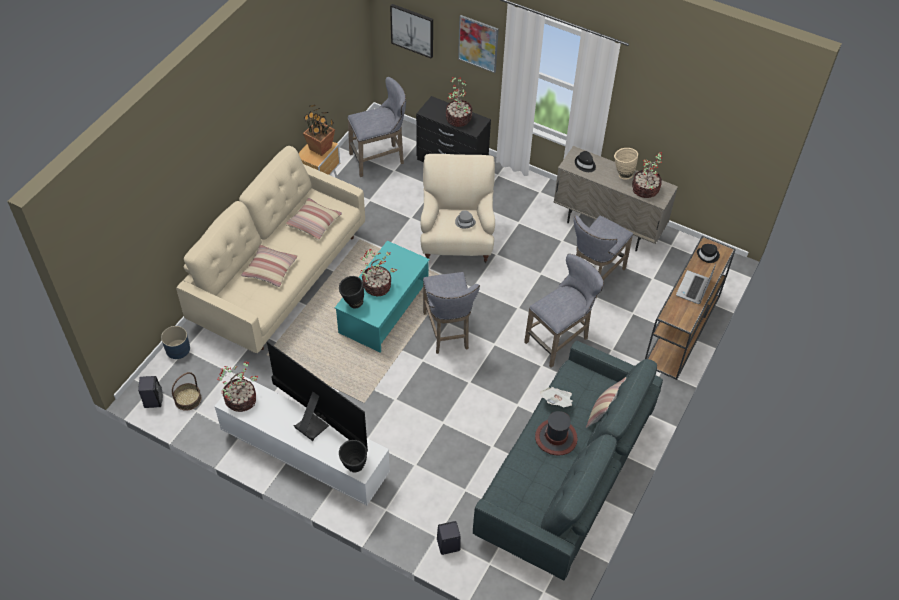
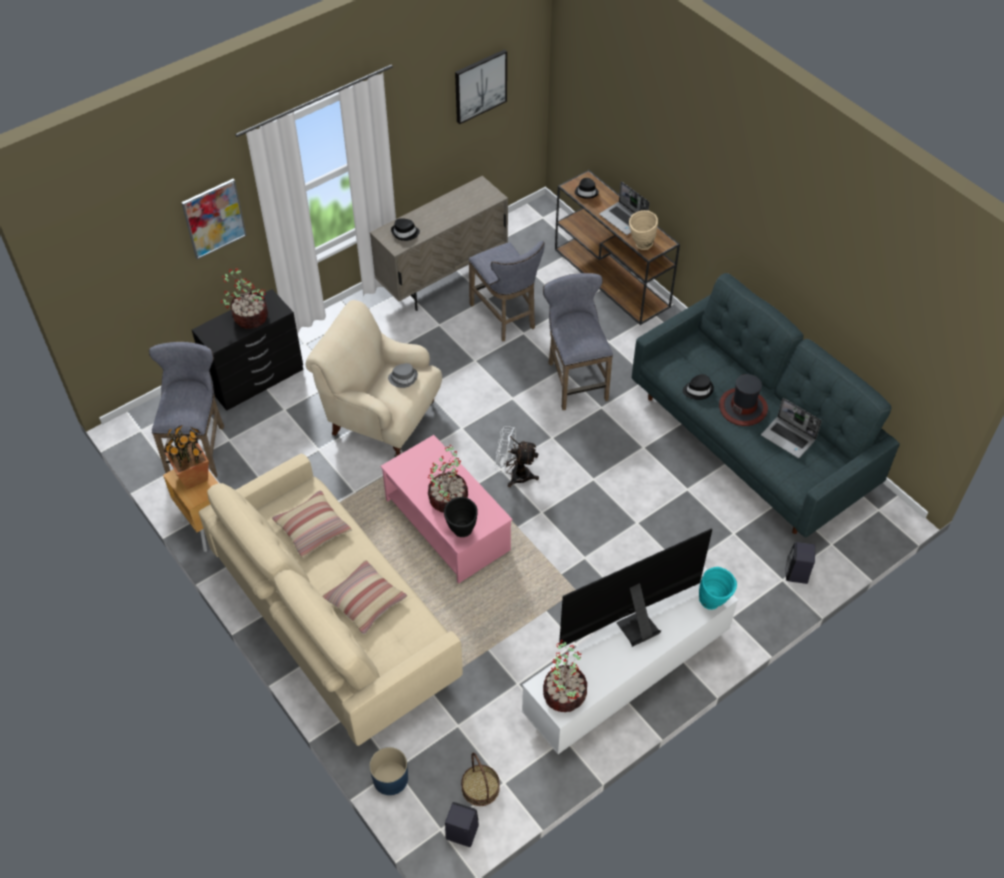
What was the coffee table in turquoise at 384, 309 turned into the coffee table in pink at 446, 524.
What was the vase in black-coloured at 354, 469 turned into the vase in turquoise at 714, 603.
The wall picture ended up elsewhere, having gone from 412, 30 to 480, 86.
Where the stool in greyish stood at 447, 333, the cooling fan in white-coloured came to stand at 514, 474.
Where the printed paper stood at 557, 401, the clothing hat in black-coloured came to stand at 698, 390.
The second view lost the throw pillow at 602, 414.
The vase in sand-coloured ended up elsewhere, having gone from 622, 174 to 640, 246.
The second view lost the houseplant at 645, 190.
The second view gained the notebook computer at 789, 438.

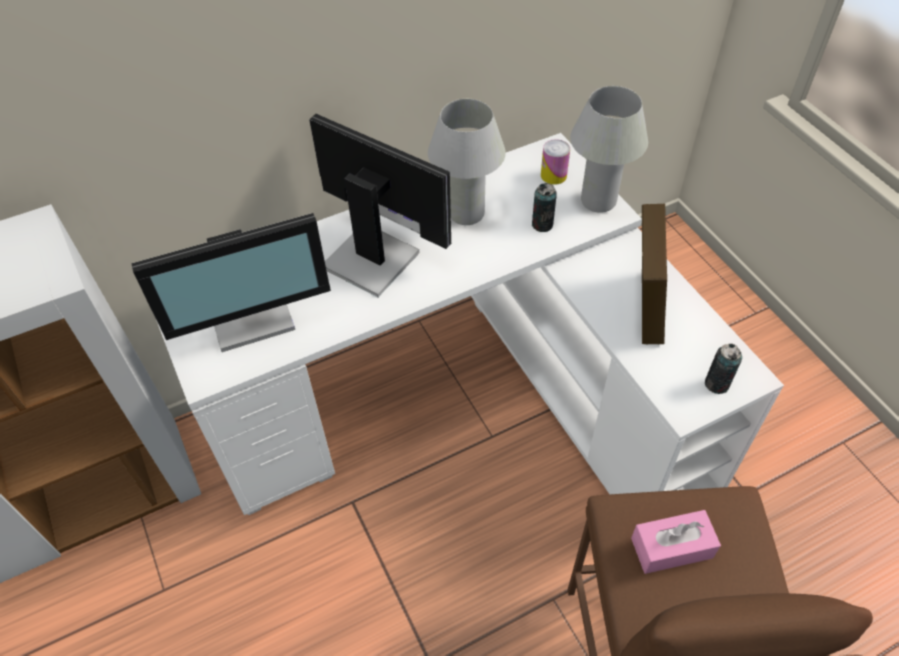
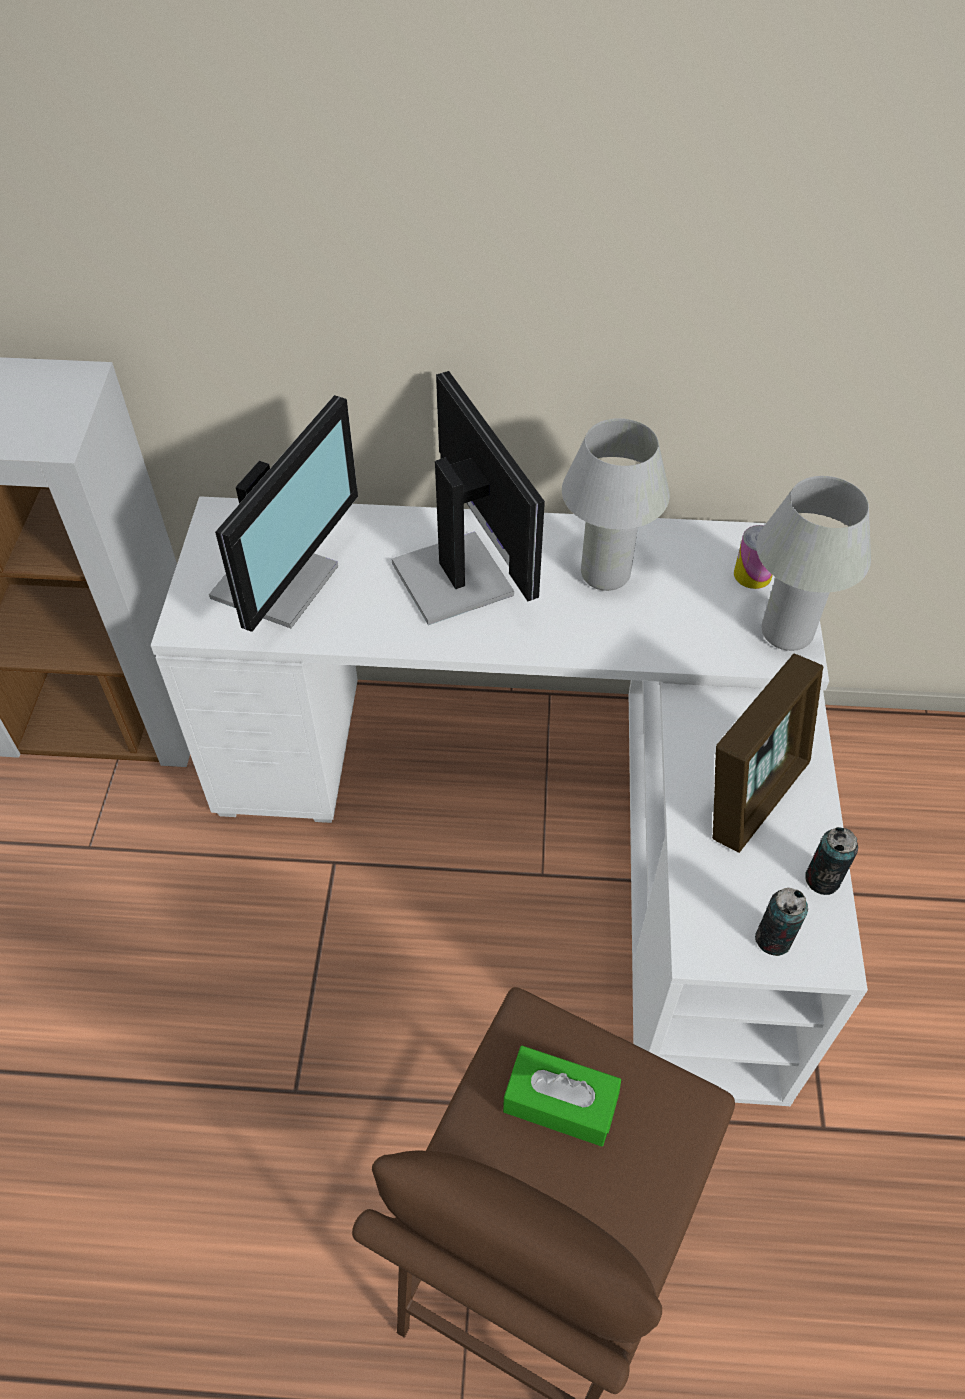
The computer screen at 253, 316 ended up facing another way, 75 degrees counterclockwise from before.
The can ended up elsewhere, having gone from 542, 224 to 822, 879.
What was the tissue box in pink at 671, 548 turned into the tissue box in green-coloured at 560, 1103.

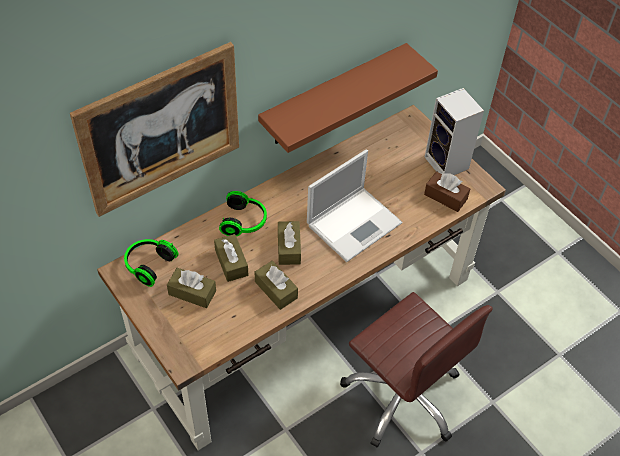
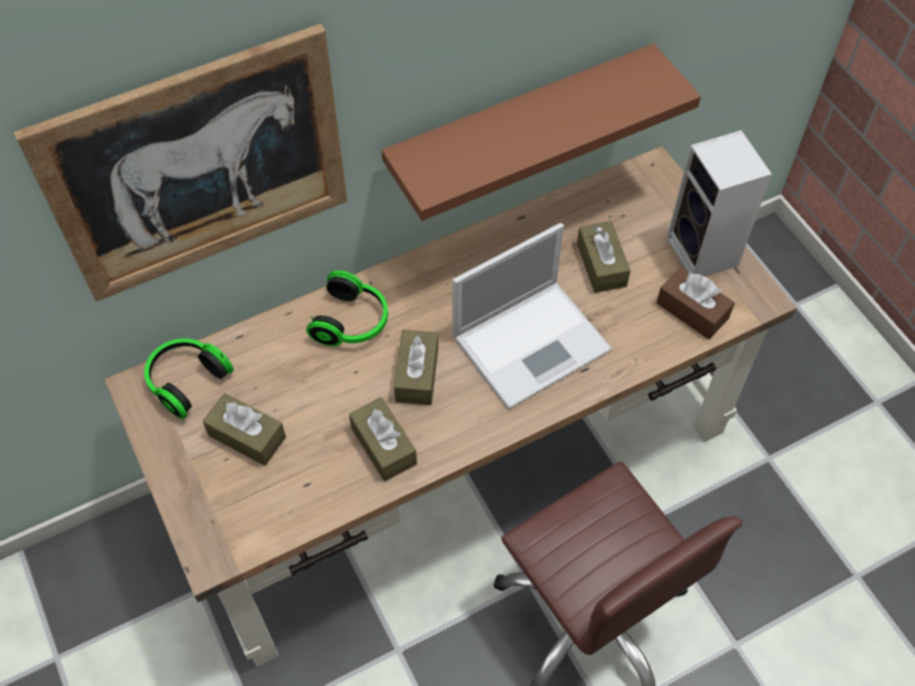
The tissue box in brownish ended up elsewhere, having gone from 231, 263 to 601, 265.

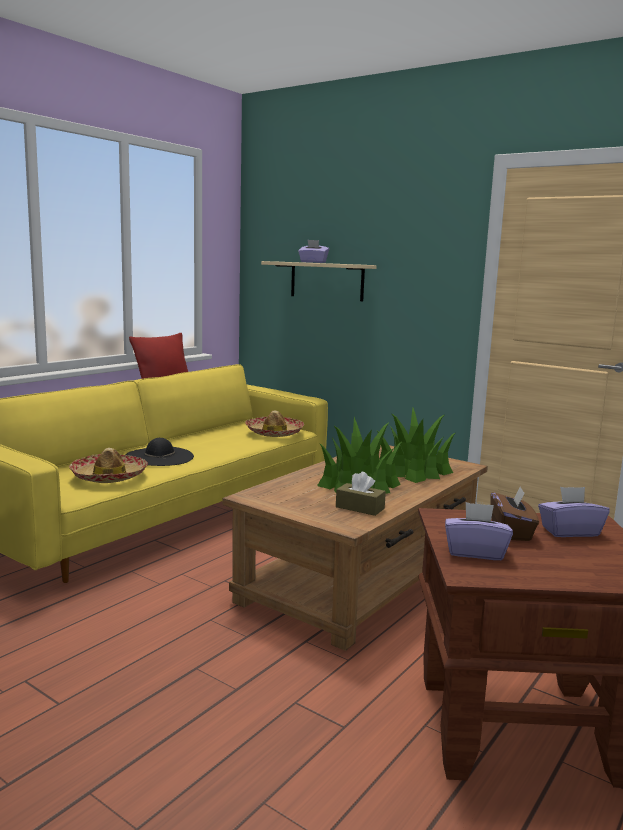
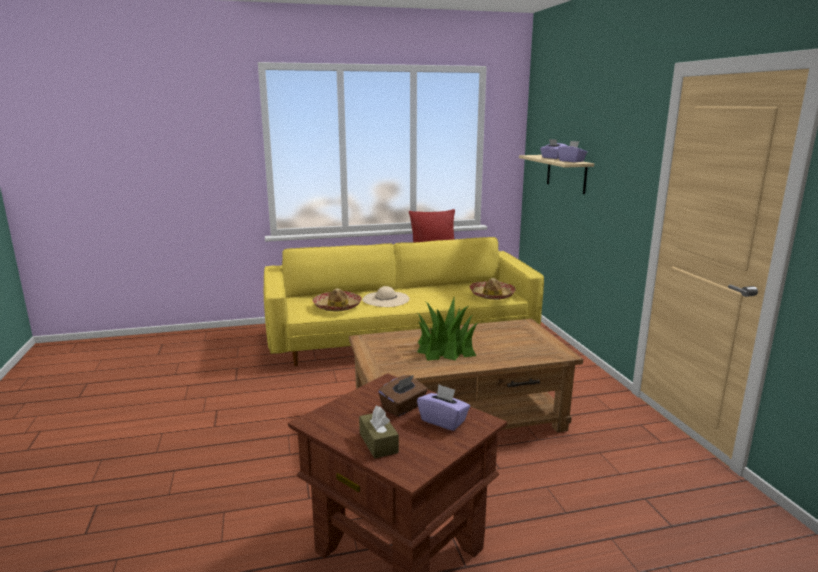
What was the clothing hat in black-coloured at 159, 457 turned into the clothing hat in sand-coloured at 385, 299.
The tissue box in brownish ended up elsewhere, having gone from 360, 508 to 378, 443.
The second view lost the houseplant at 413, 470.
The tissue box in purple-coloured ended up elsewhere, having gone from 475, 552 to 571, 161.

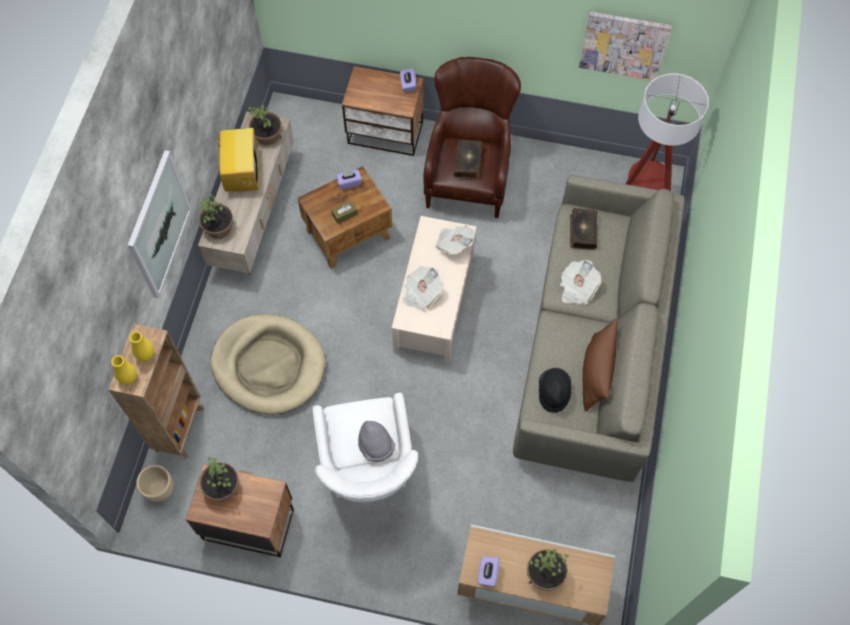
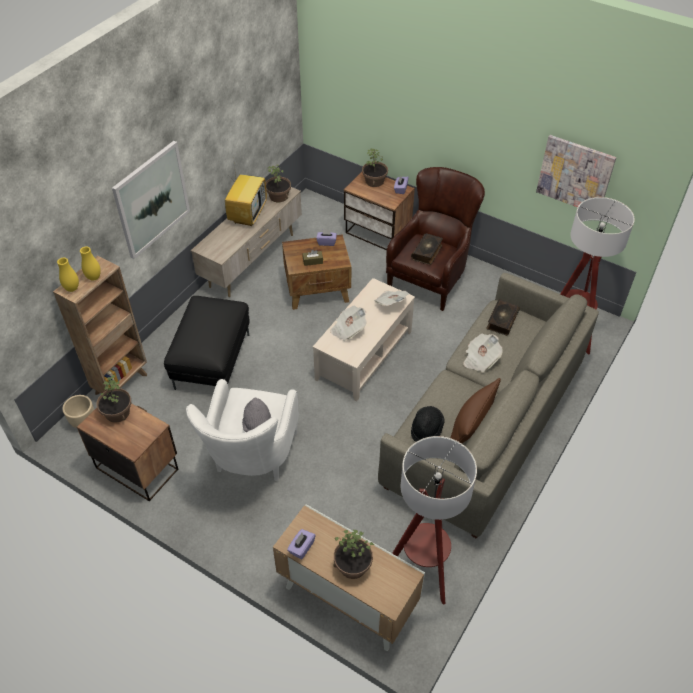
The houseplant ended up elsewhere, having gone from 219, 228 to 375, 181.
Where the dog bed in sand-coloured stood at 269, 365, the ottoman in black-coloured came to stand at 212, 361.
The second view gained the floor lamp at 423, 570.

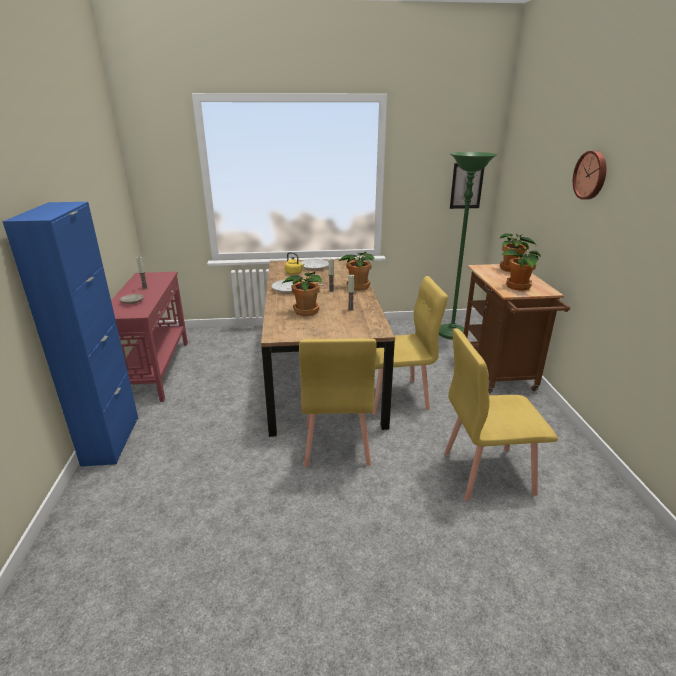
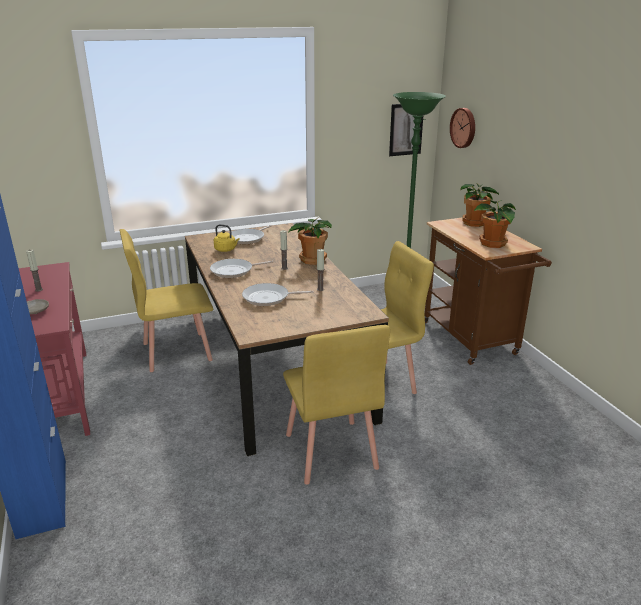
Where the houseplant stood at 305, 311, the pan came to stand at 269, 298.
The upright chair in yellow-coloured ended up elsewhere, having gone from 486, 472 to 176, 351.
The wall clock ended up elsewhere, having gone from 591, 175 to 464, 128.

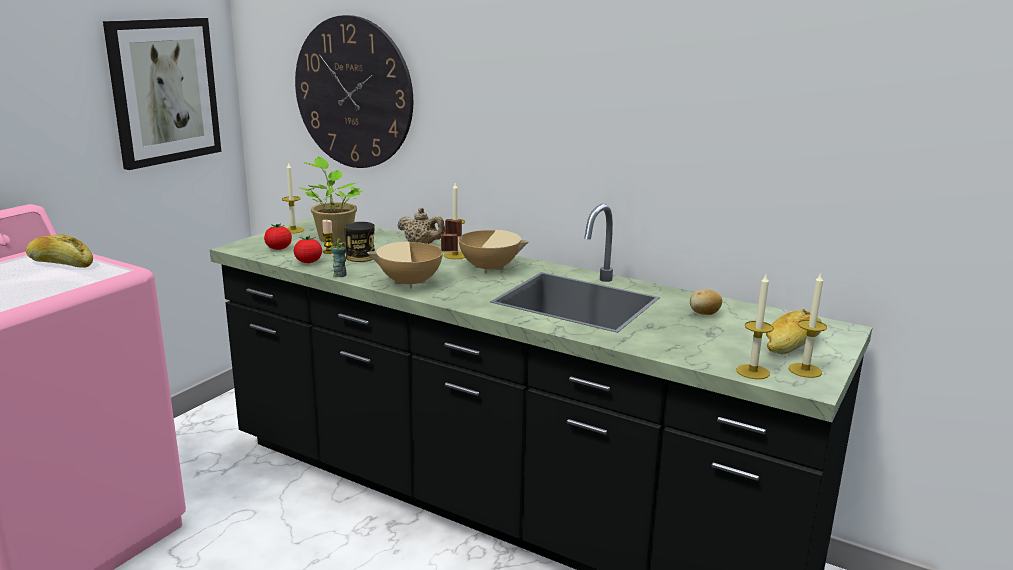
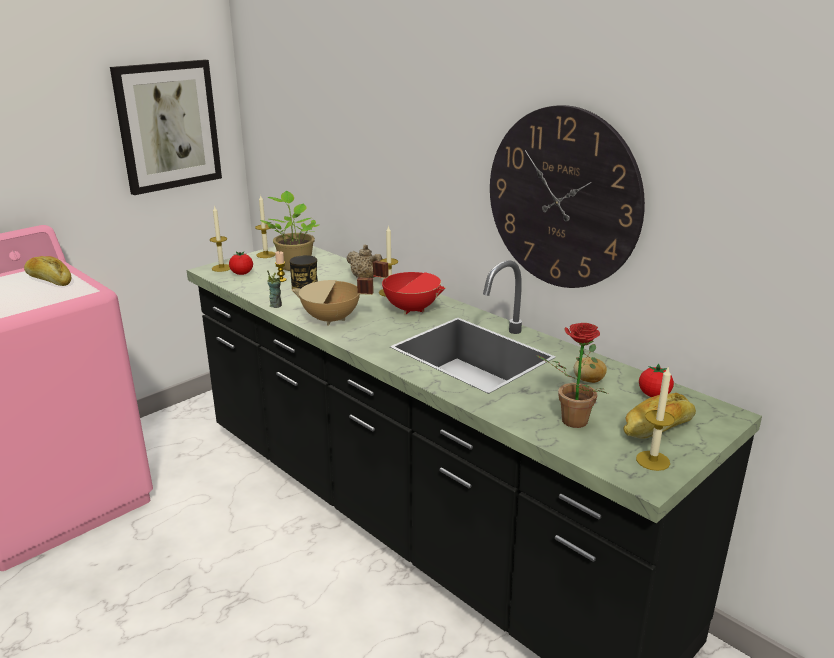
The tomato ended up elsewhere, having gone from 308, 262 to 654, 395.
The wall clock ended up elsewhere, having gone from 353, 93 to 562, 199.
What was the stockpot in sand-coloured at 489, 268 turned into the stockpot in red-coloured at 411, 309.
The candle ended up elsewhere, having gone from 753, 372 to 221, 268.
The second view gained the houseplant at 568, 421.

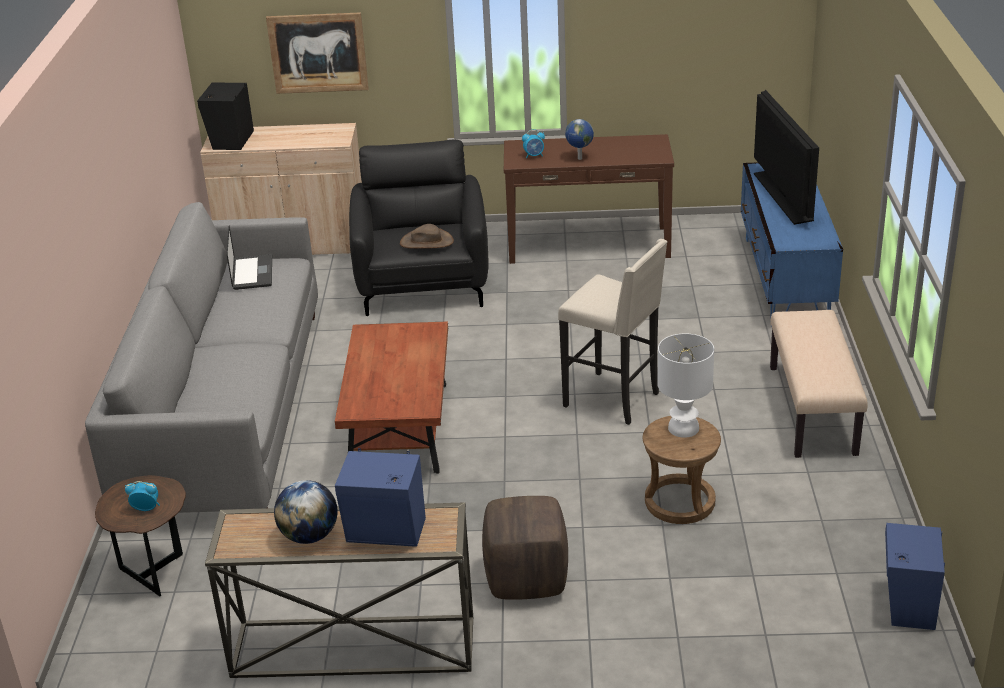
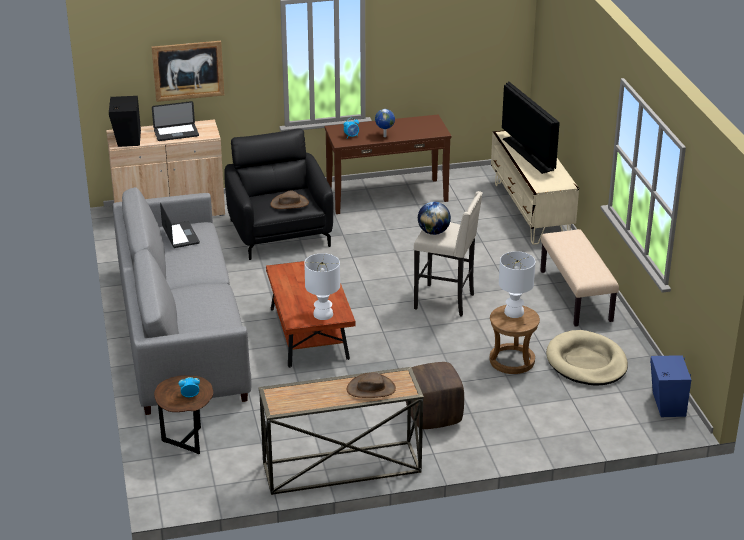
The world globe ended up elsewhere, having gone from 309, 536 to 433, 232.
Where the loudspeaker in blue-coloured stood at 386, 533, the clothing hat in brownish came to stand at 371, 389.
What was the tv unit in blue-coloured at 784, 280 turned into the tv unit in sand-coloured at 530, 211.
The second view gained the notebook computer at 176, 133.
The second view gained the tabletop lamp in white-coloured at 323, 314.
The second view gained the dog bed in sand-coloured at 586, 362.

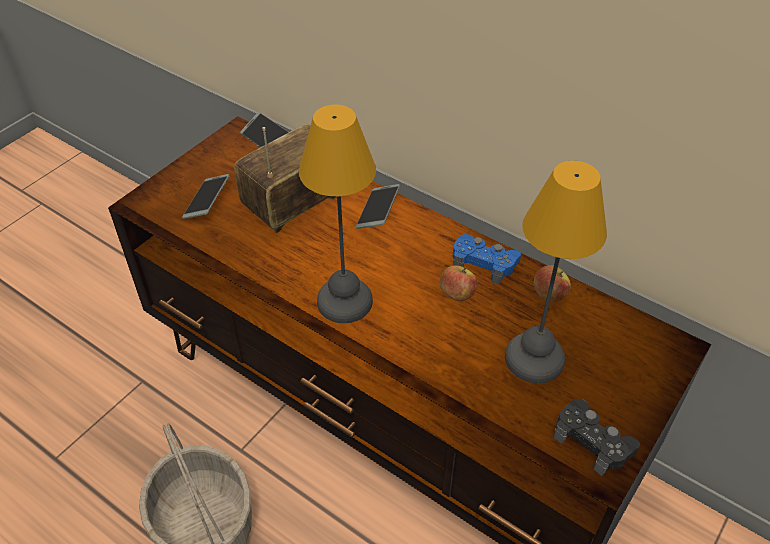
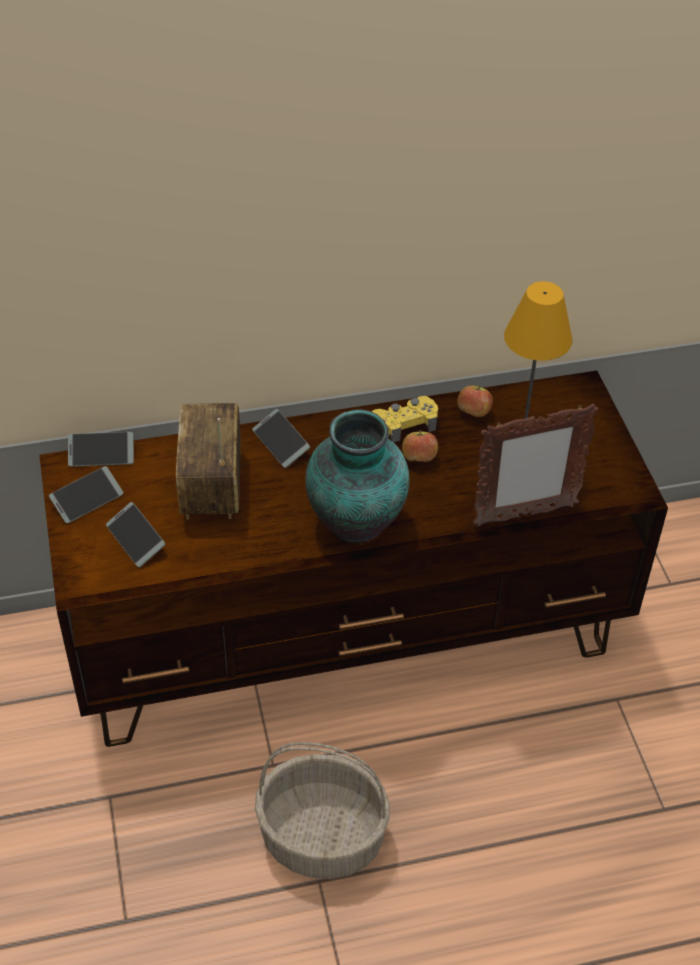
Where the tabletop lamp stood at 344, 303, the vase came to stand at 356, 525.
What was the gamepad in blue-coloured at 484, 263 turned into the gamepad in yellow-coloured at 405, 423.
The second view lost the gamepad in black-coloured at 592, 441.
The second view gained the telephone at 87, 500.
The second view gained the standing frame at 524, 515.

